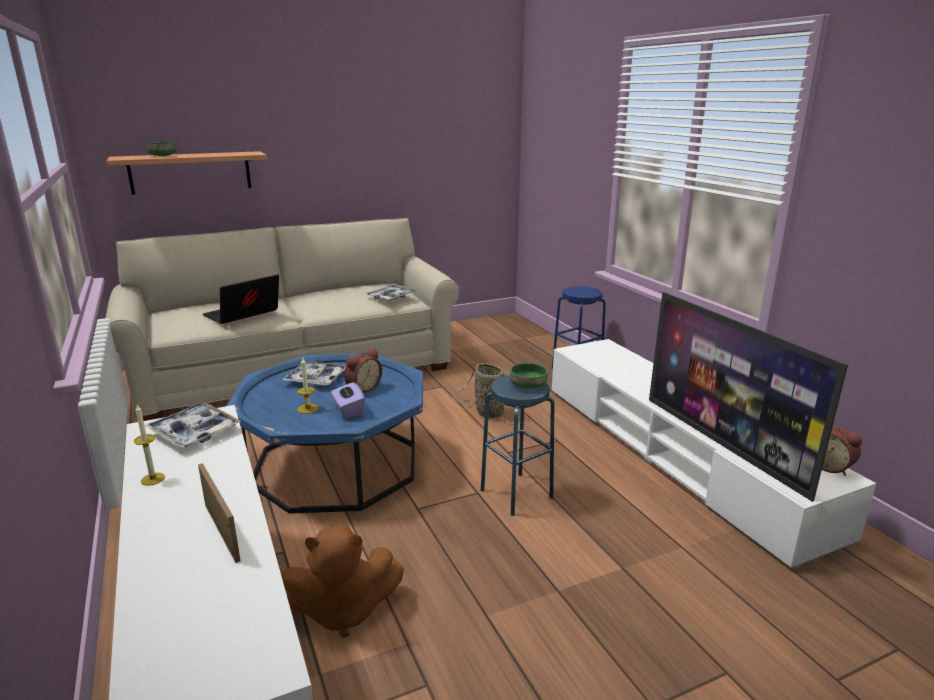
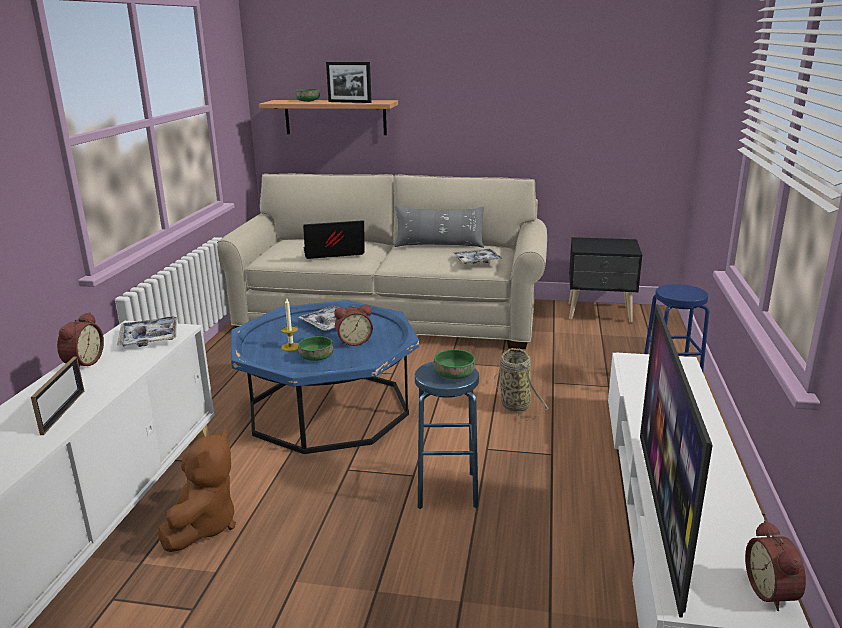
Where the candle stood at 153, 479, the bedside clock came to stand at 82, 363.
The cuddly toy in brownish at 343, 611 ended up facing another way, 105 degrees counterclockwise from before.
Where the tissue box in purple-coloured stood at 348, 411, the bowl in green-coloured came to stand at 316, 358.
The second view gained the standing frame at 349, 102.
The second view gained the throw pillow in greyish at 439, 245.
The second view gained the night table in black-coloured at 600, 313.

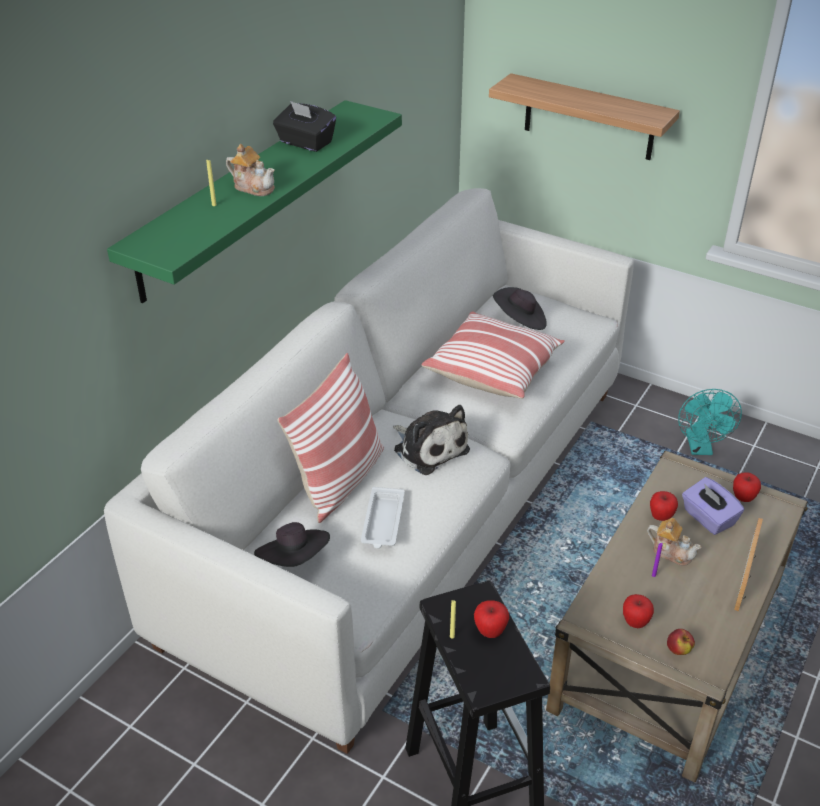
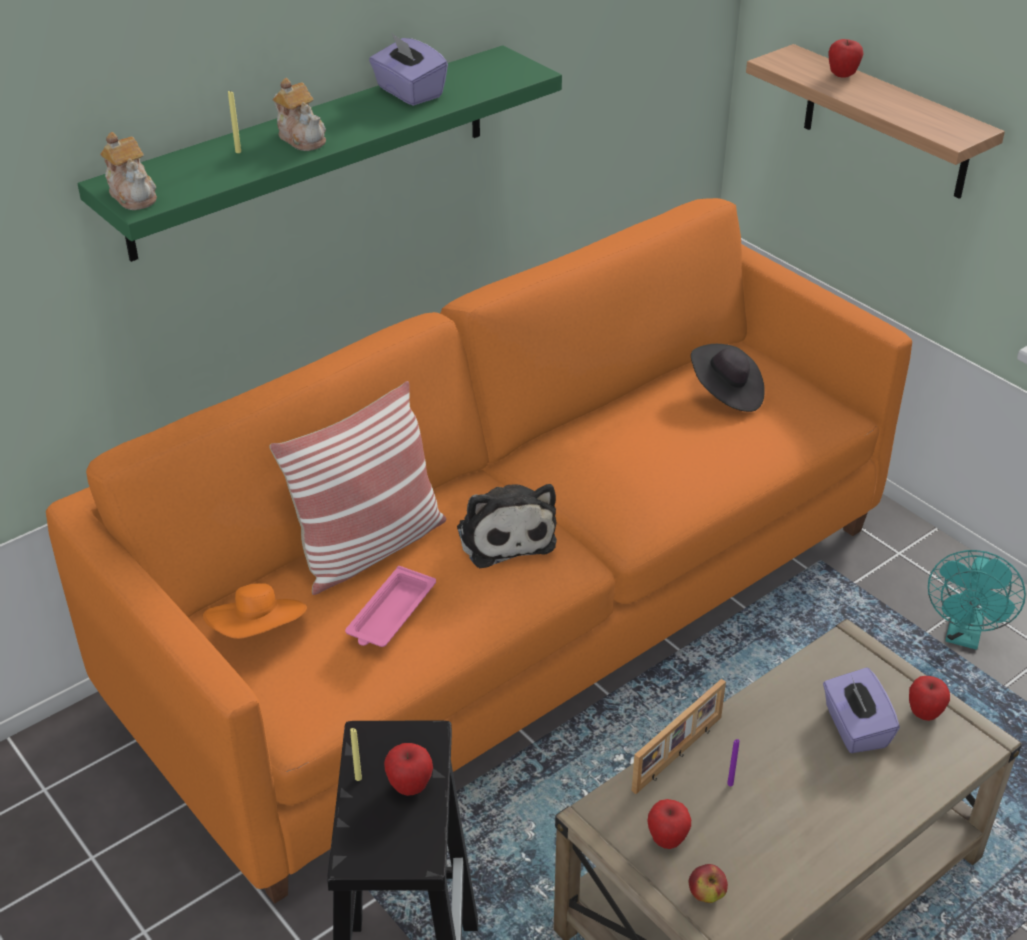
What was the settee in white-coloured at 409, 505 turned into the settee in orange at 514, 611.
What was the clothing hat in black-coloured at 295, 559 turned into the clothing hat in orange at 259, 633.
What was the tissue box in black-coloured at 305, 143 turned into the tissue box in purple-coloured at 409, 92.
What was the serving tray in white-coloured at 383, 522 turned into the serving tray in pink at 390, 614.
The second view lost the throw pillow at 493, 369.
The pot for tea ended up elsewhere, having gone from 671, 552 to 133, 195.
The apple fruit ended up elsewhere, having gone from 661, 517 to 842, 75.
The standing frame ended up elsewhere, having gone from 746, 576 to 679, 754.

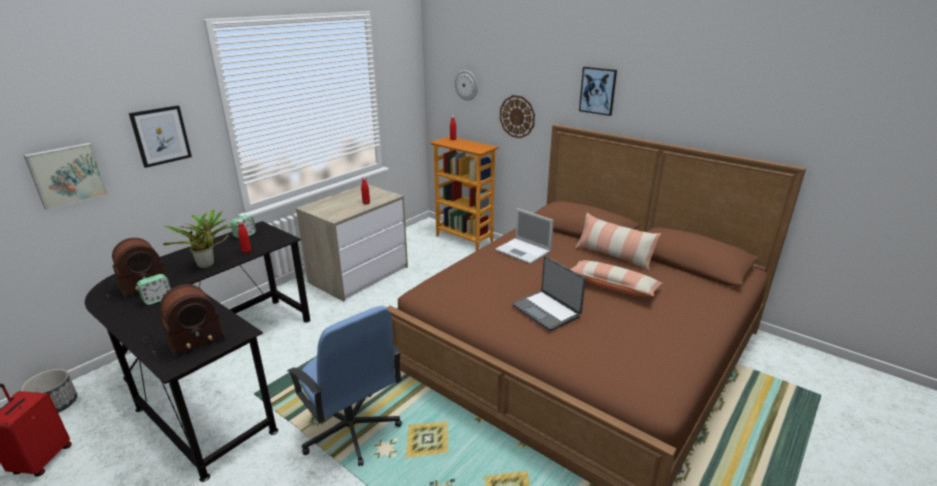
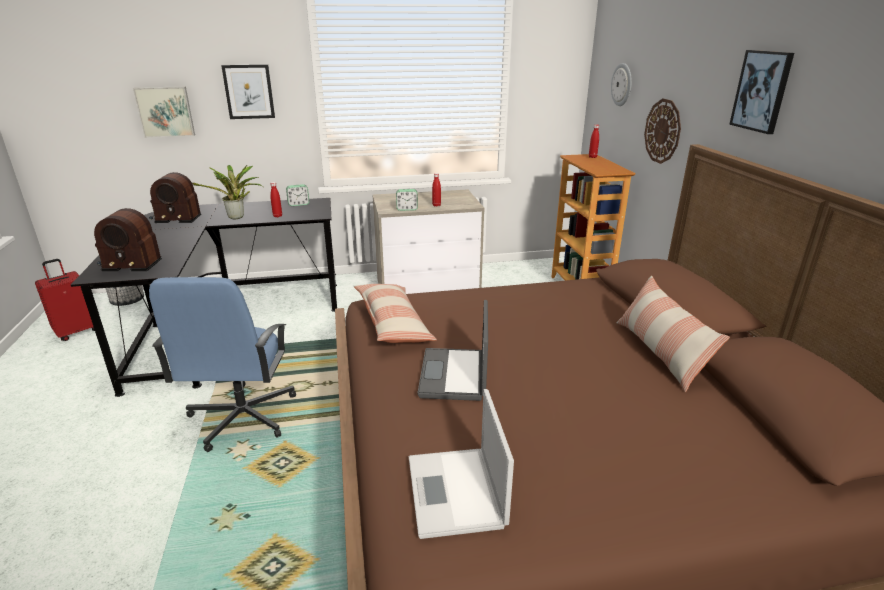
The bedside clock ended up elsewhere, having gone from 157, 299 to 407, 209.
The notebook computer ended up elsewhere, having gone from 524, 251 to 456, 493.
The throw pillow ended up elsewhere, having gone from 612, 286 to 393, 323.

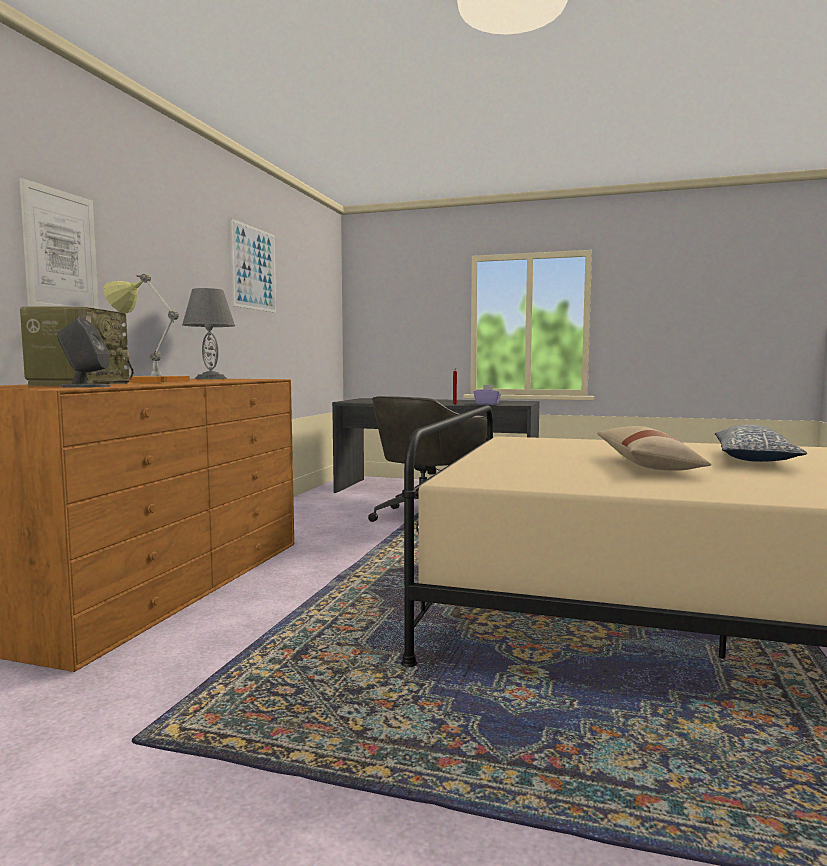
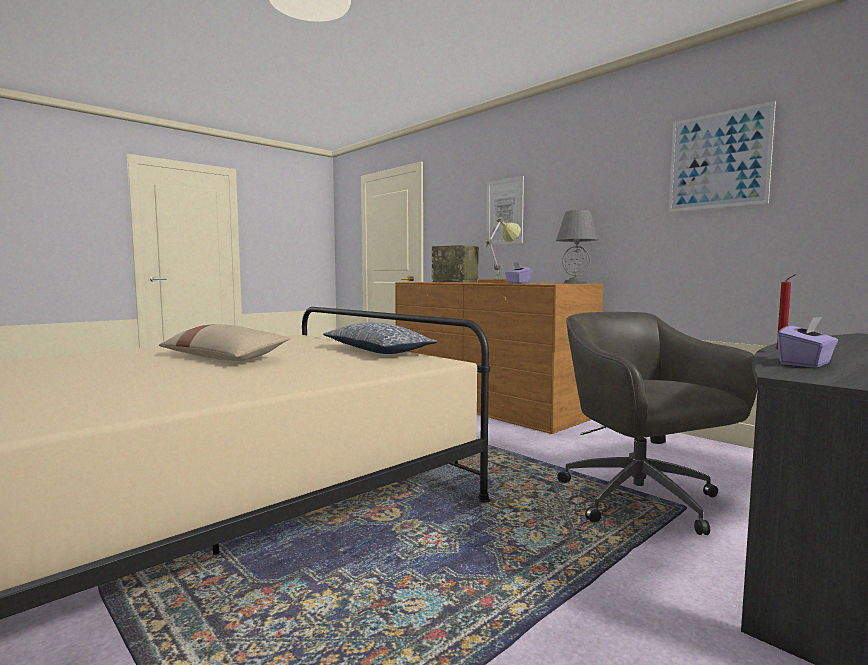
The second view lost the loudspeaker in greyish at 85, 386.
The throw pillow ended up elsewhere, having gone from 754, 459 to 376, 352.
The second view gained the tissue box in purple-coloured at 517, 283.

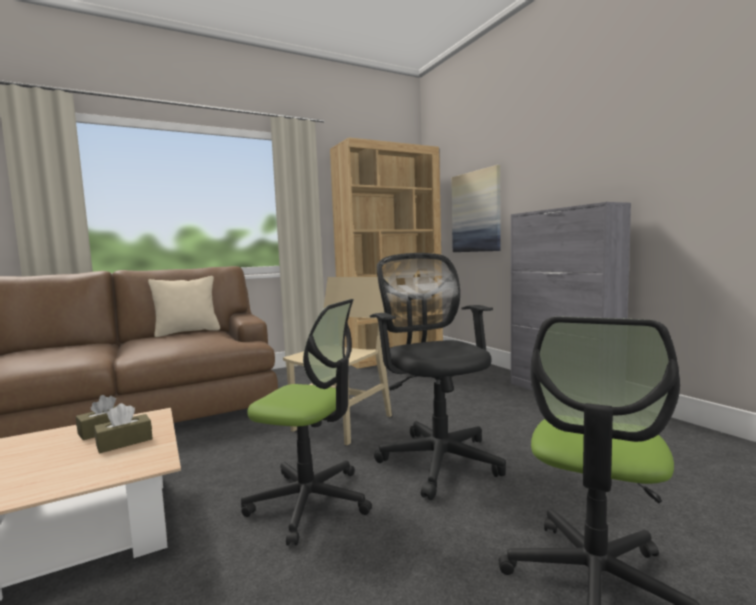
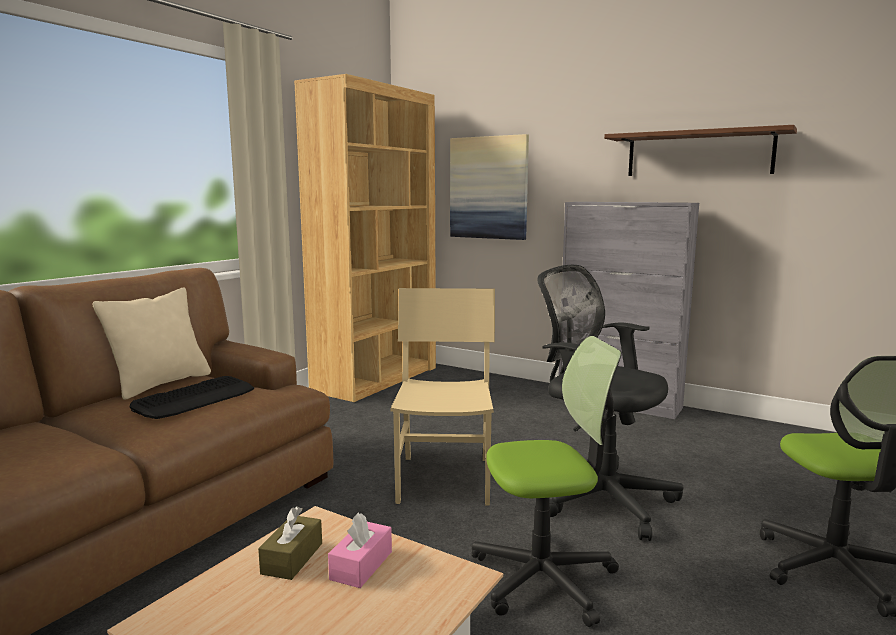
What was the tissue box in brownish at 124, 442 turned into the tissue box in pink at 361, 565.
The second view gained the keyboard at 195, 398.
The second view gained the bracket shelf in brownish at 698, 154.

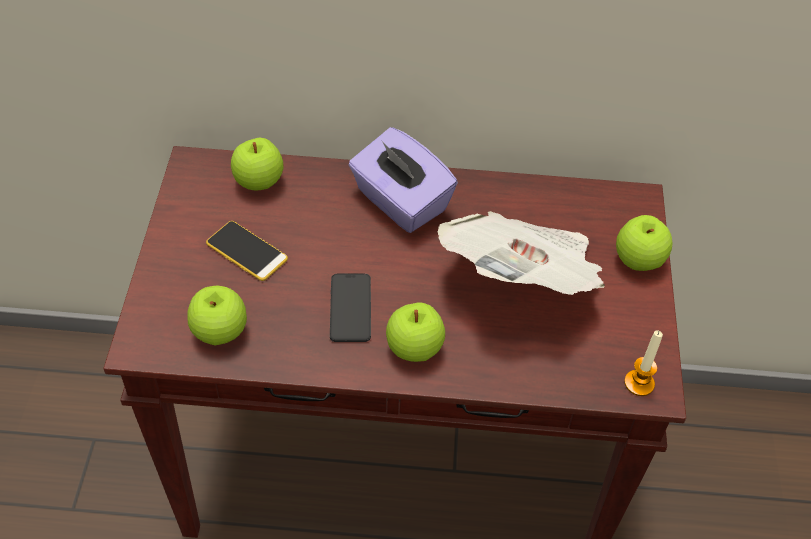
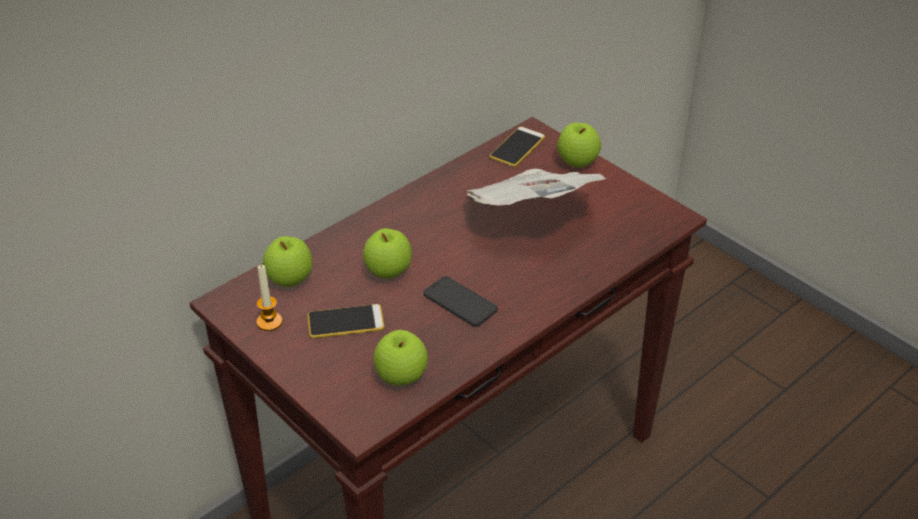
The second view lost the tissue box in purple-coloured at 400, 202.
The apple fruit ended up elsewhere, having gone from 414, 349 to 388, 272.
The candle ended up elsewhere, having gone from 639, 383 to 269, 322.
The second view gained the telephone at 517, 147.

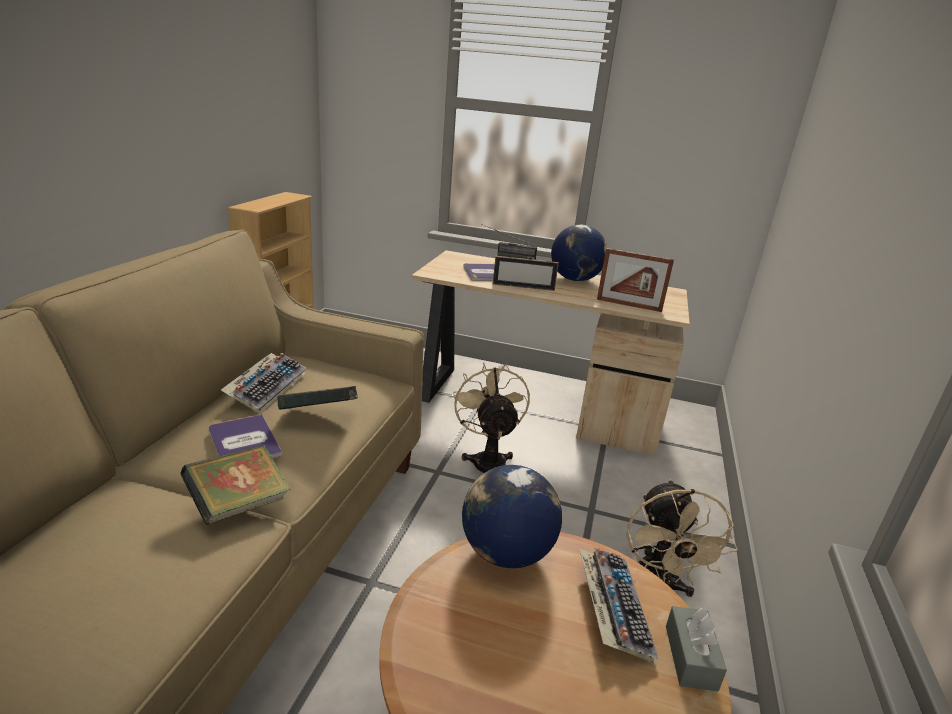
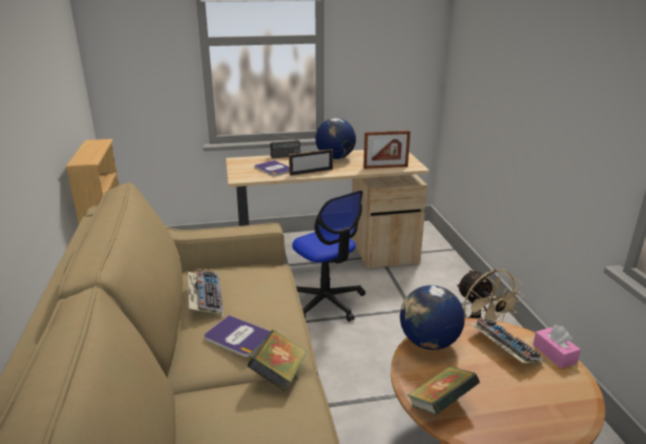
The book ended up elsewhere, having gone from 319, 417 to 441, 404.
Where the cooling fan in sand-coloured stood at 487, 460, the computer chair came to stand at 326, 302.
What was the tissue box in greyish at 690, 657 turned into the tissue box in pink at 554, 354.

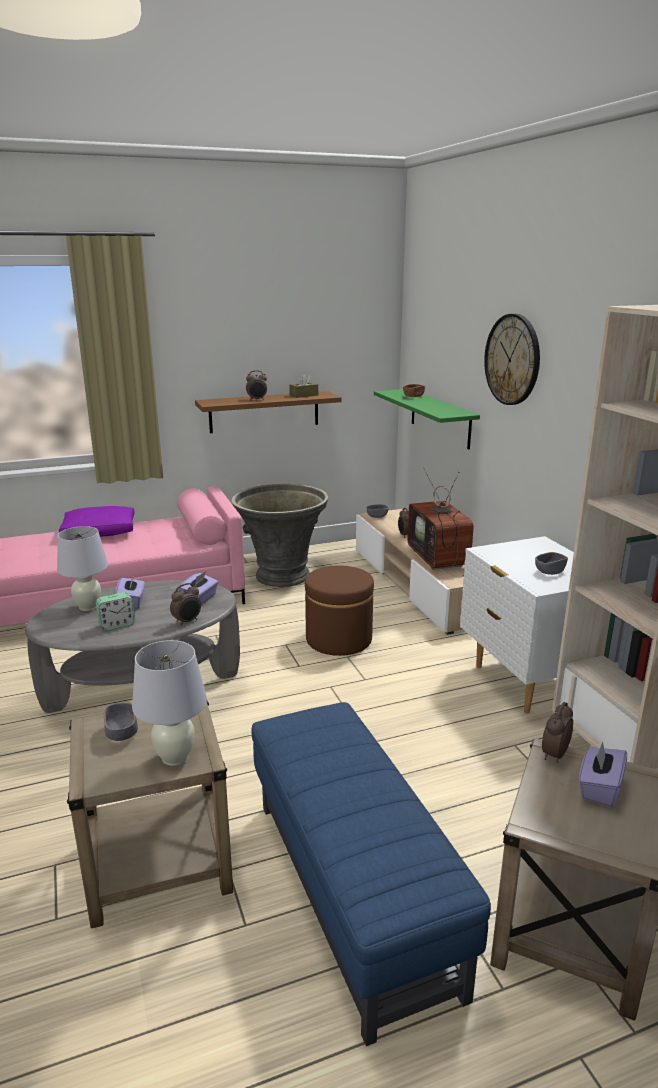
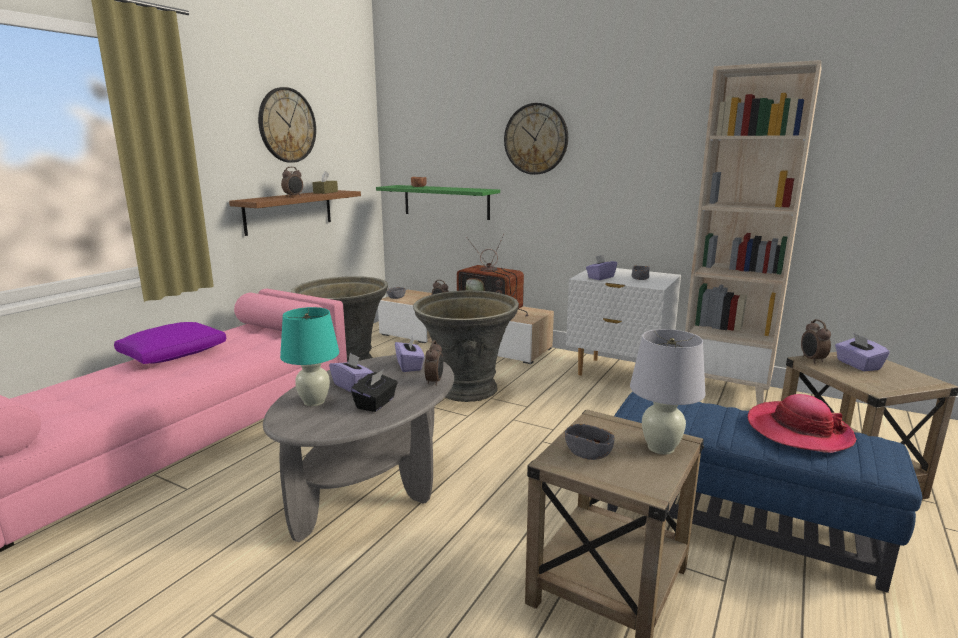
What was the tabletop lamp in white-coloured at 88, 607 turned into the tabletop lamp in turquoise at 314, 402.
Where the bedside clock stood at 117, 624, the tissue box in black-coloured came to stand at 376, 403.
Where the ottoman in brownish stood at 339, 639, the planter in greyish came to stand at 466, 390.
The second view gained the wall clock at 287, 125.
The second view gained the tissue box in purple-coloured at 600, 277.
The second view gained the clothing hat at 798, 430.

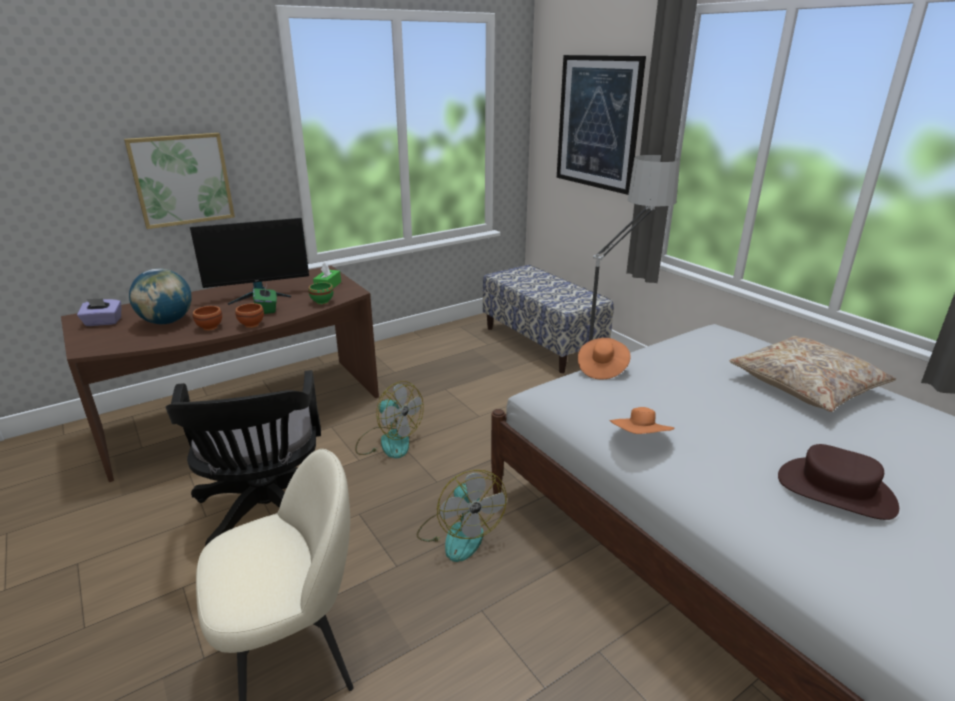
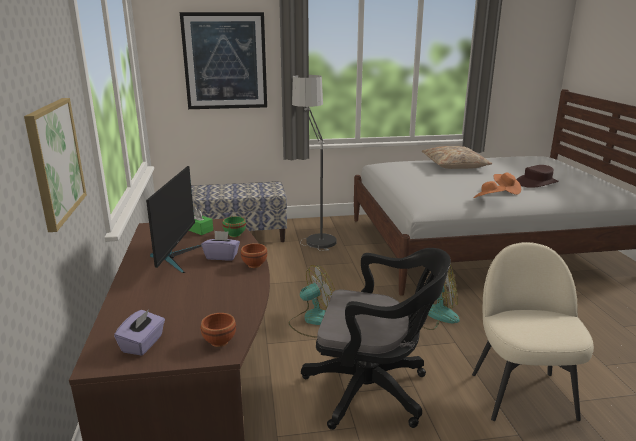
The second view lost the world globe at 167, 322.
The bowl in brownish ended up elsewhere, having gone from 209, 328 to 220, 342.
What was the tissue box in green-coloured at 267, 309 turned into the tissue box in purple-coloured at 222, 256.
The clothing hat in orange ended up elsewhere, having gone from 602, 368 to 506, 190.

